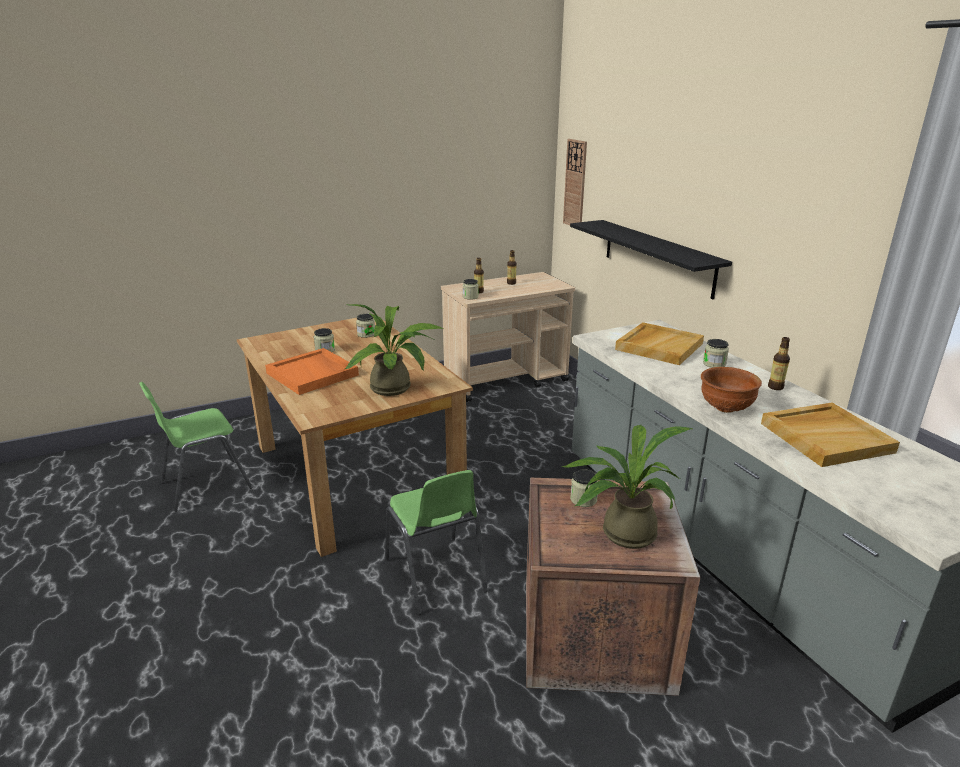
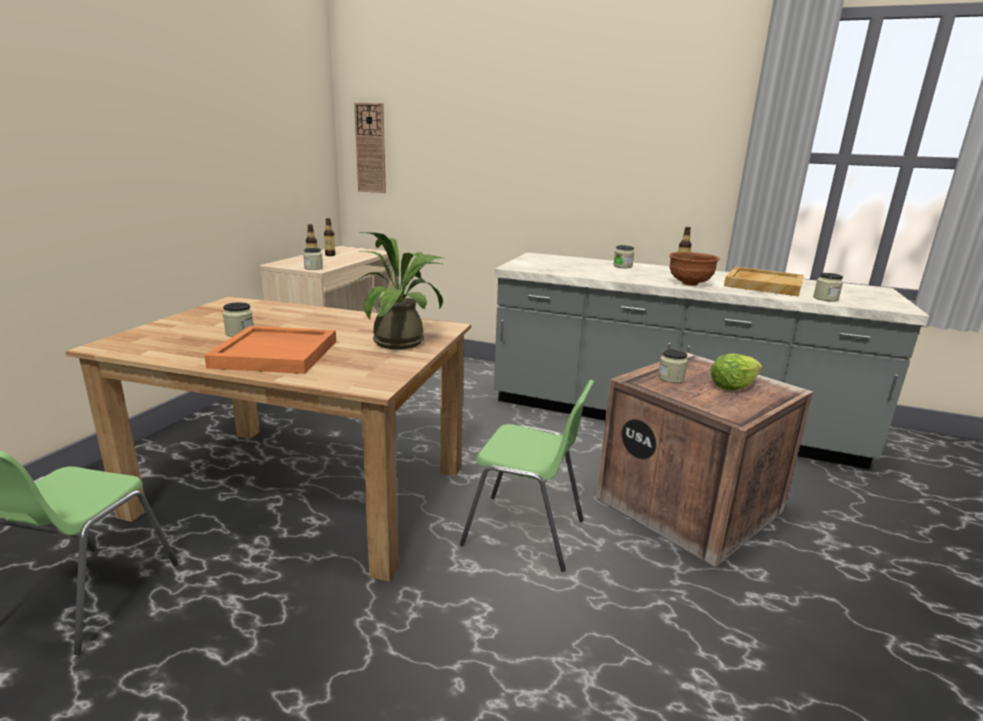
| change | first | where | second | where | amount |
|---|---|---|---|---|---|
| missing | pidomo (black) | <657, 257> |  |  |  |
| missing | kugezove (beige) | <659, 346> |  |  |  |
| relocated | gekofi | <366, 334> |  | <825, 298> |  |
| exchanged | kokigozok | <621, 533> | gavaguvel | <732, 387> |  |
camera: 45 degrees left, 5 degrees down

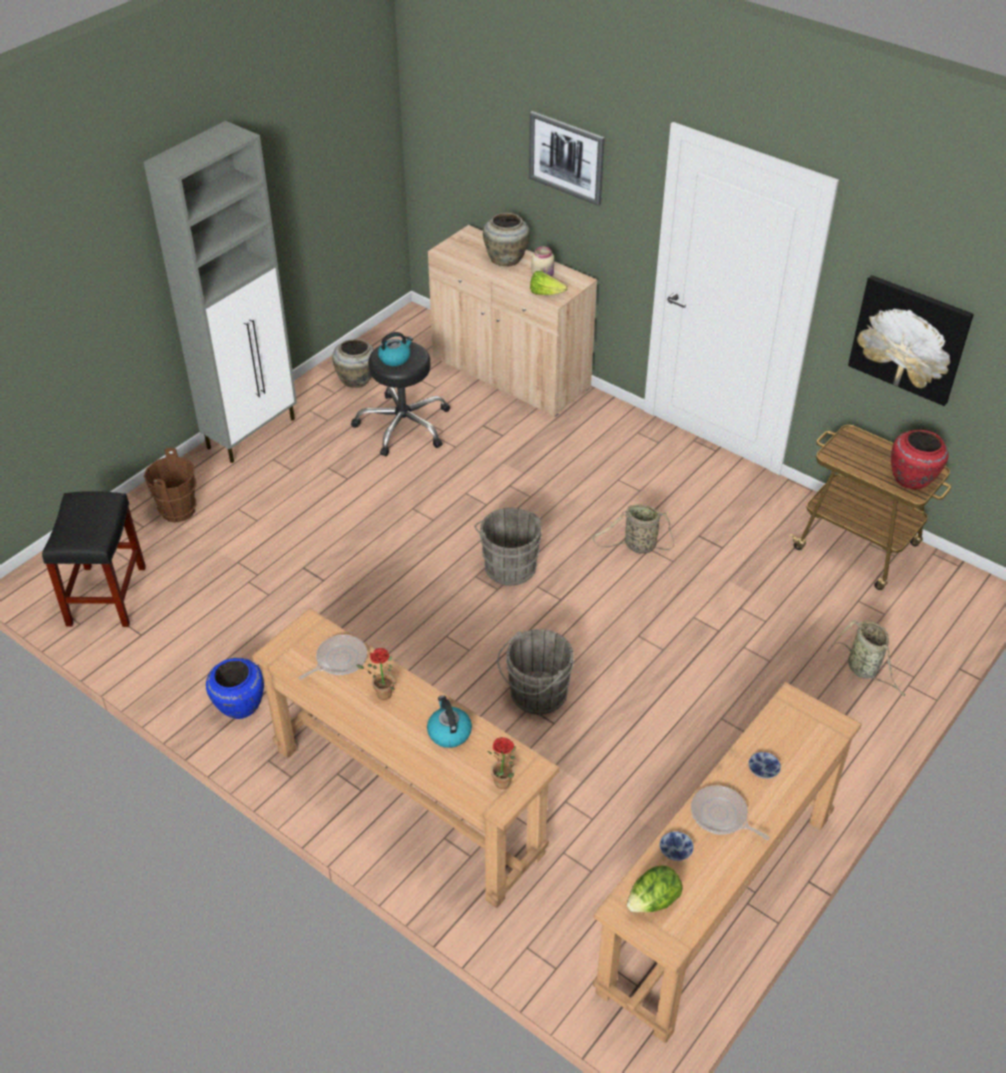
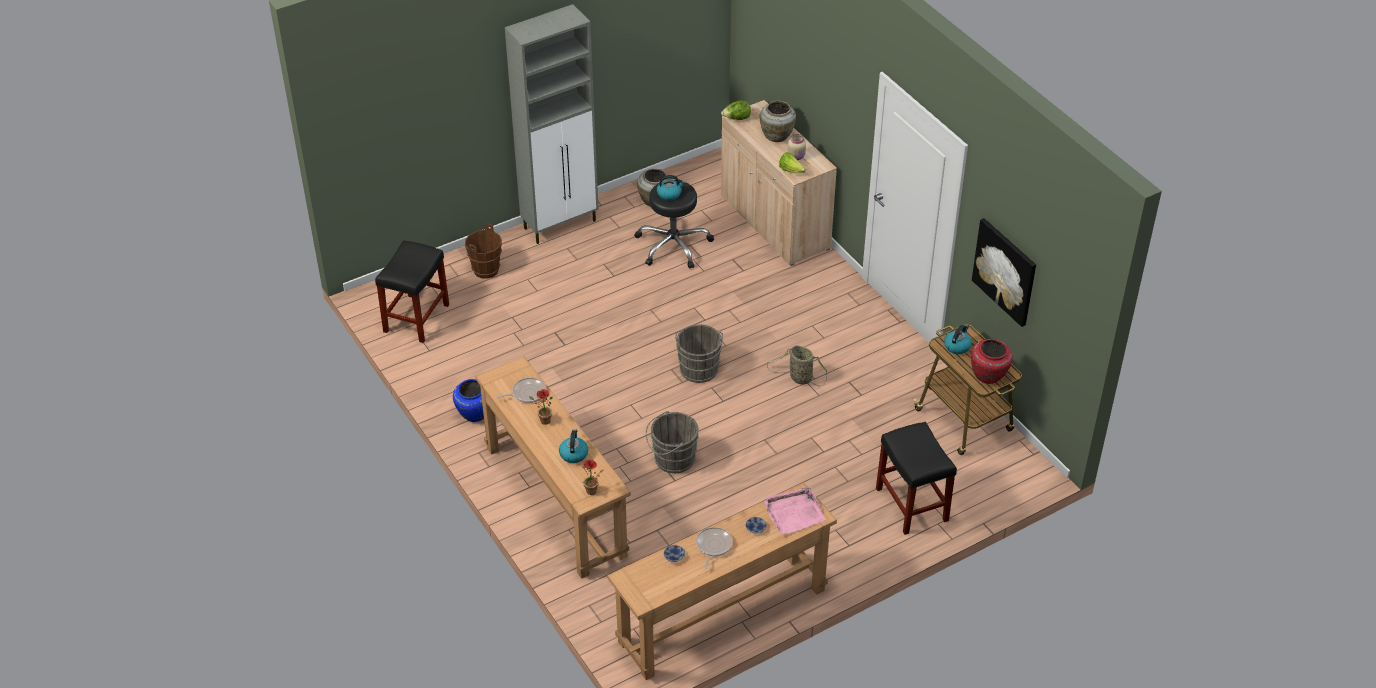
| change | first | where | second | where | amount |
|---|---|---|---|---|---|
| missing | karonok | <566, 157> |  |  |  |
| appeared |  |  | kugezove (pink) | <793, 513> |  |
| appeared |  |  | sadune | <957, 346> |  |
| relocated | gavaguvel | <653, 902> |  | <736, 119> |  |
| exchanged | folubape | <864, 670> | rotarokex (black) | <912, 505> |  |
| spun | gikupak | <721, 816> |  | <713, 546> | 45 degrees clockwise |
camera: 20 degrees right, 0 degrees up

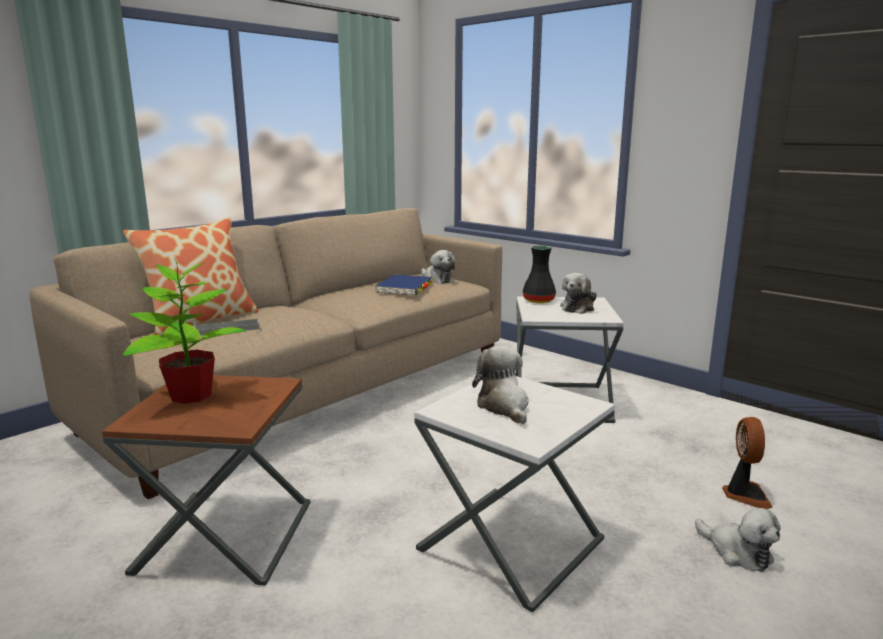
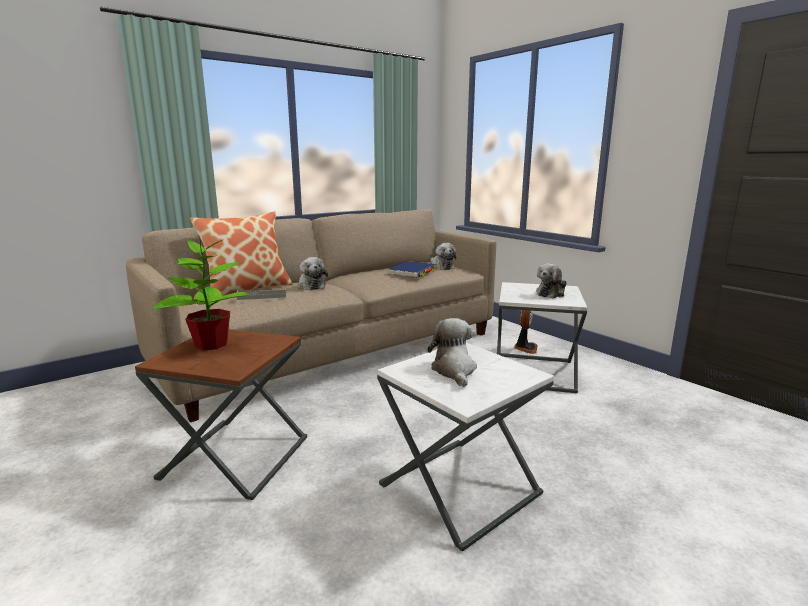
| change | first | where | second | where | amount |
|---|---|---|---|---|---|
| missing | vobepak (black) | <538, 301> |  |  |  |
| relocated | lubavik | <737, 552> |  | <311, 286> |  |
| relocated | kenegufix | <744, 495> |  | <525, 348> |  |
camera: 10 degrees right, 0 degrees up

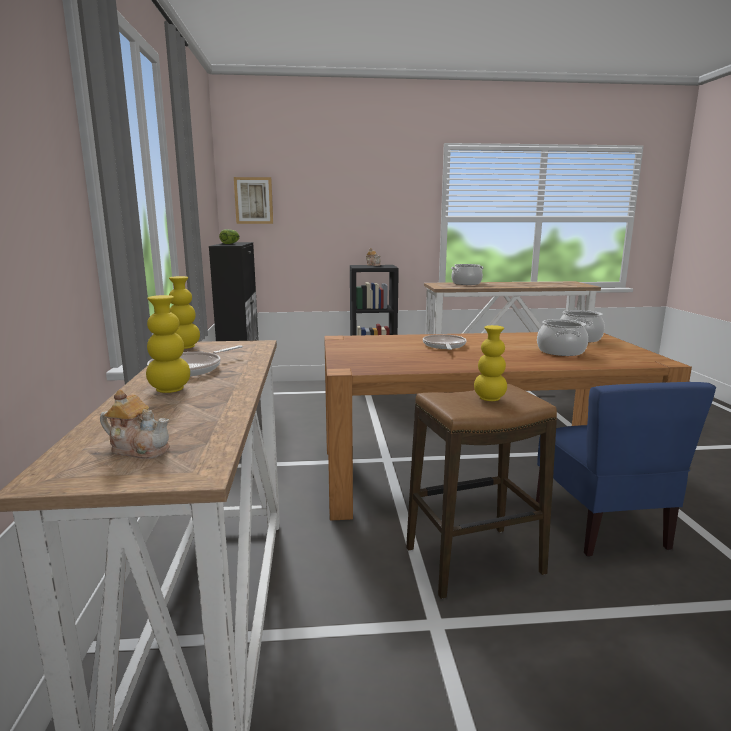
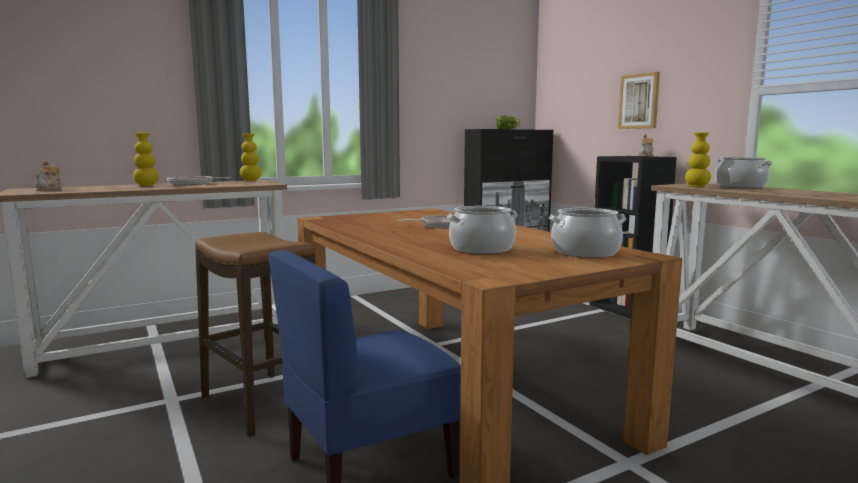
| change | first | where | second | where | amount |
|---|---|---|---|---|---|
| relocated | karonok | <254, 200> |  | <639, 101> |  |
| relocated | vobepak (yellow) | <489, 399> |  | <697, 187> |  |
camera: 65 degrees right, 5 degrees down

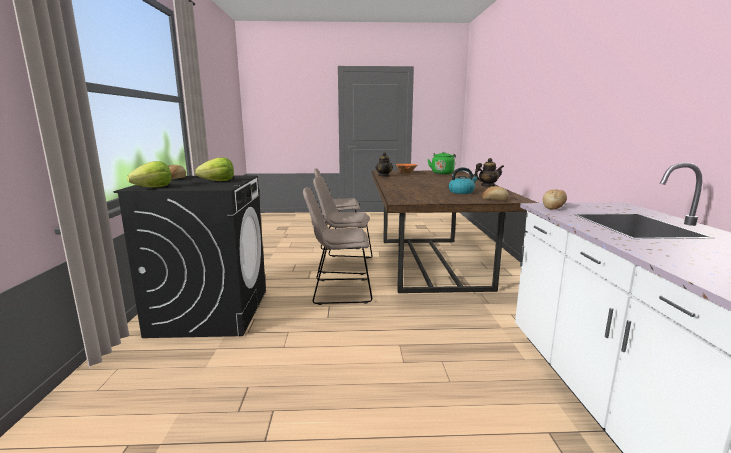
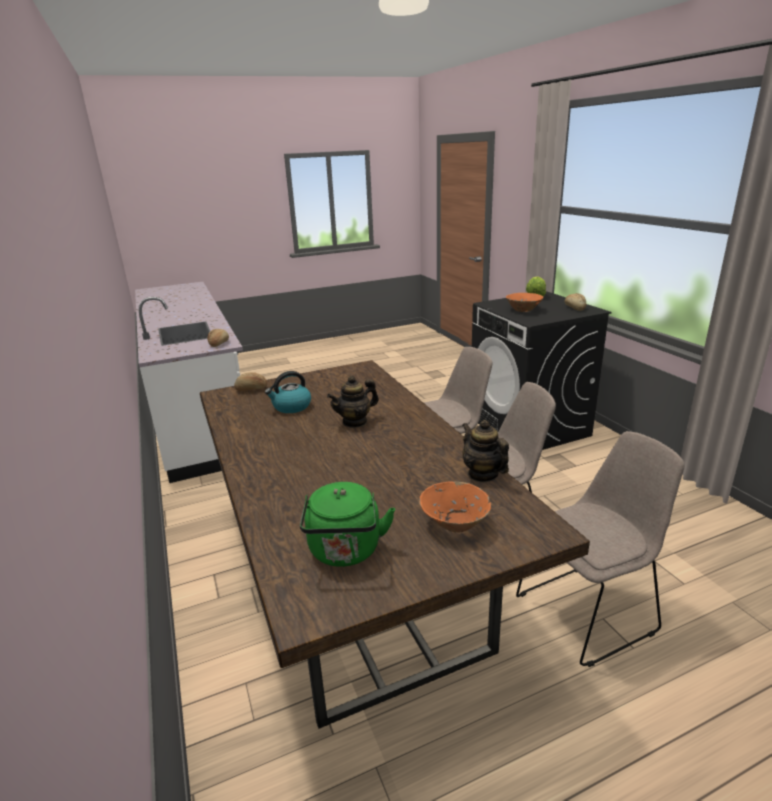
| change | first | where | second | where | amount |
|---|---|---|---|---|---|
| relocated | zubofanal | <487, 186> |  | <355, 422> |  |
| exchanged | gavaguvel | <218, 181> | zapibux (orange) | <523, 310> |  |
camera: 160 degrees right, 10 degrees up

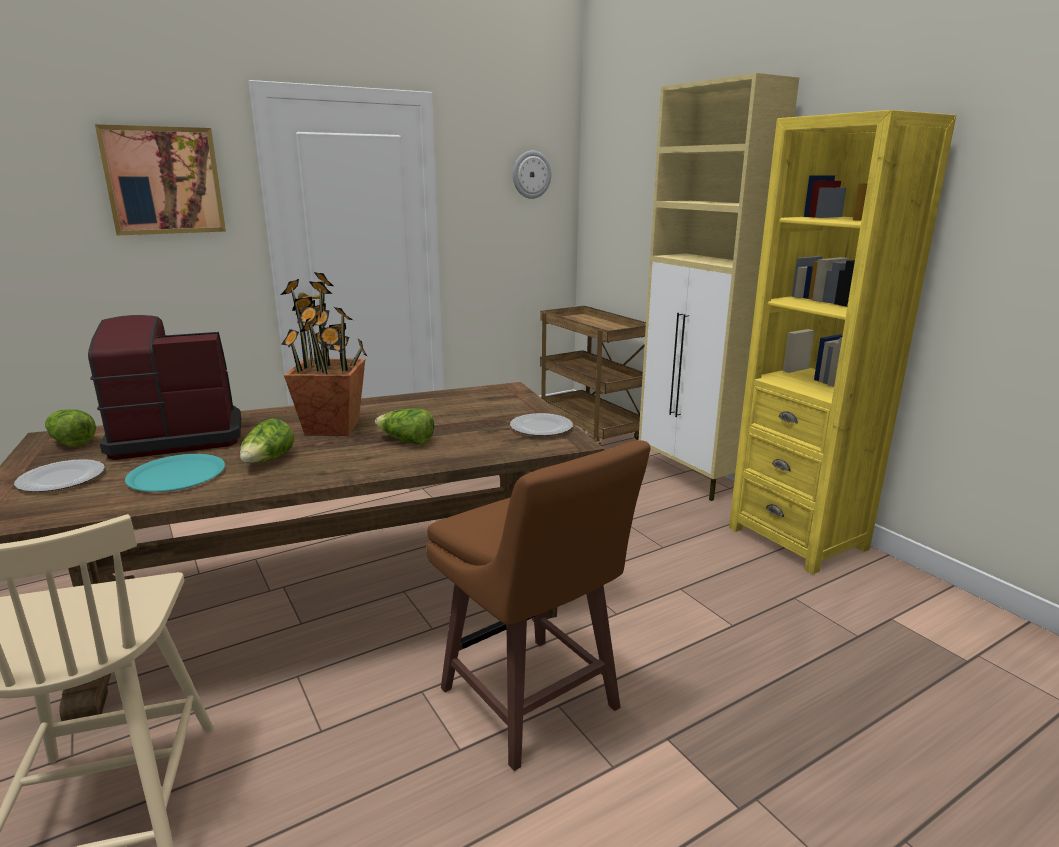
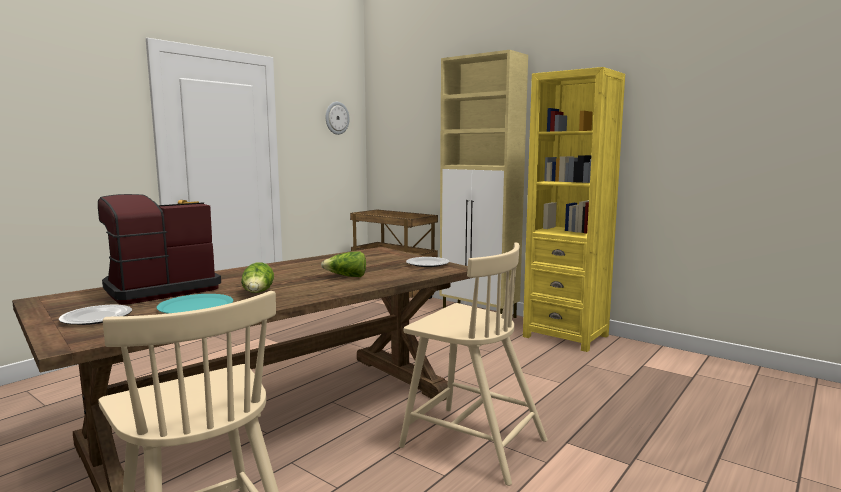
| change | first | where | second | where | amount |
|---|---|---|---|---|---|
| missing | gavaguvel | <71, 442> |  |  |  |
| missing | karonok | <163, 181> |  |  |  |
| missing | kokigozok | <332, 428> |  |  |  |
| exchanged | rotarokex (brown) | <531, 702> | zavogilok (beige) | <471, 442> |  |
camera: 20 degrees left, 10 degrees down

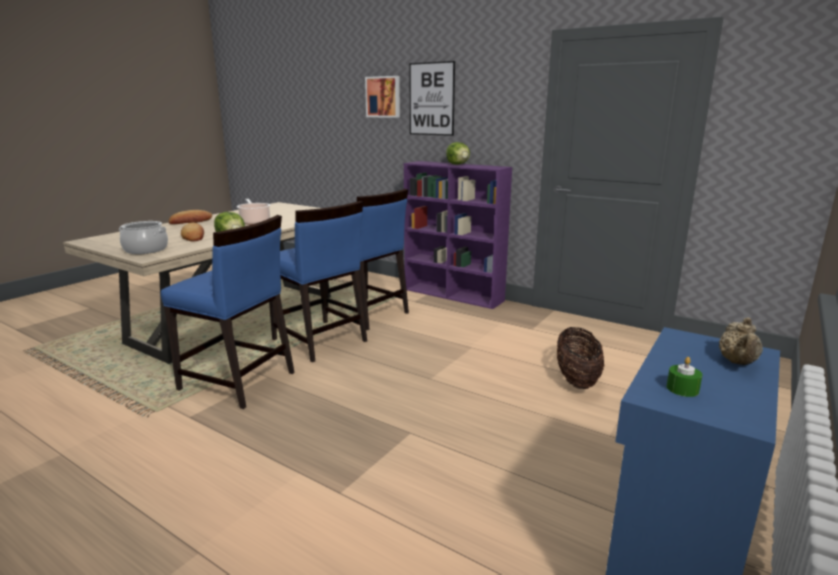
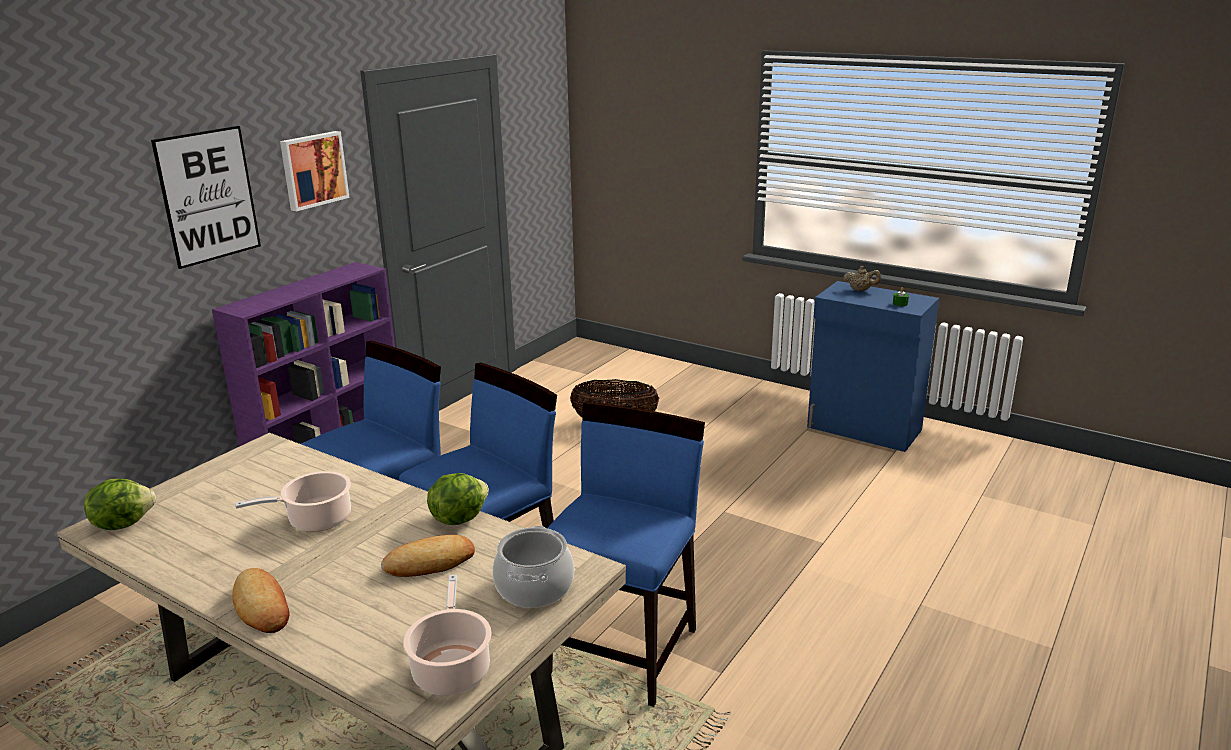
| change | first | where | second | where | amount |
|---|---|---|---|---|---|
| appeared |  |  | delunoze | <452, 668> |  |
| relocated | karonok | <383, 97> |  | <313, 170> |  |
| relocated | gavaguvel | <458, 164> |  | <123, 523> |  |
camera: 90 degrees left, 5 degrees up

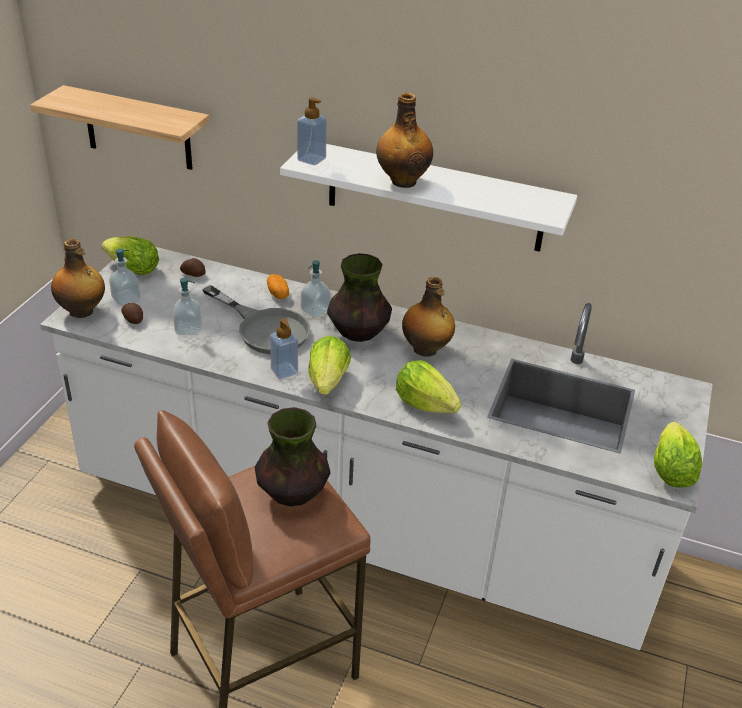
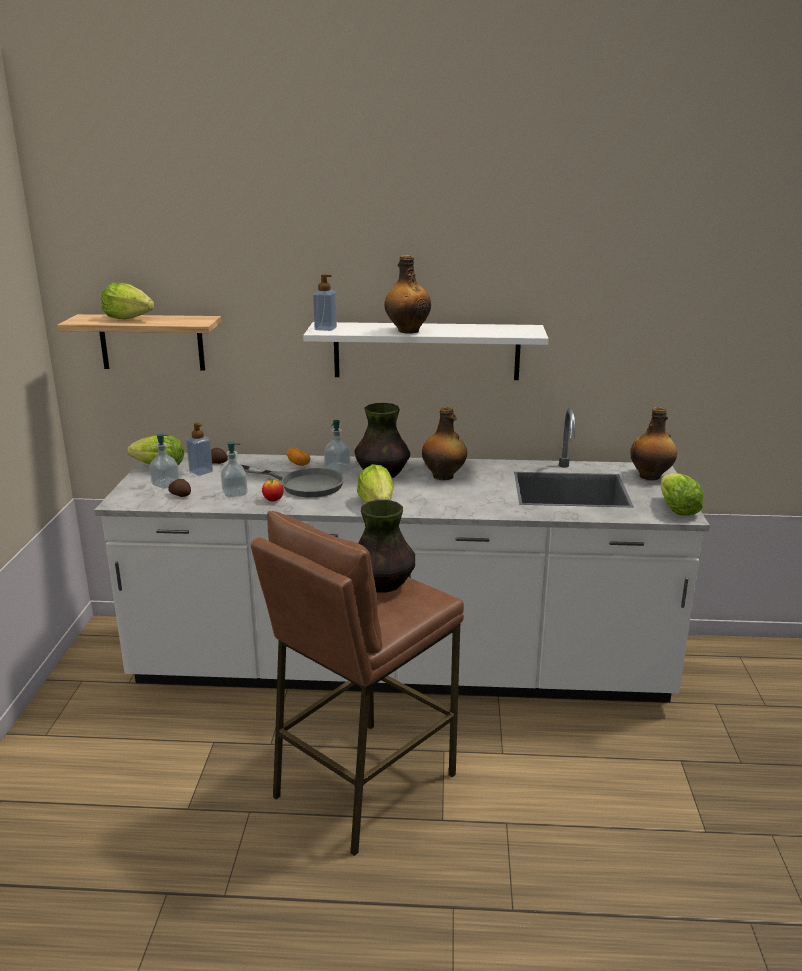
| change | first | where | second | where | amount |
|---|---|---|---|---|---|
| appeared |  |  | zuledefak | <273, 500> |  |
| relocated | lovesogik | <82, 311> |  | <651, 476> |  |
| relocated | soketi | <284, 371> |  | <201, 472> |  |
| relocated | gavaguvel | <425, 404> |  | <128, 319> |  |
camera: 15 degrees left, 15 degrees down

